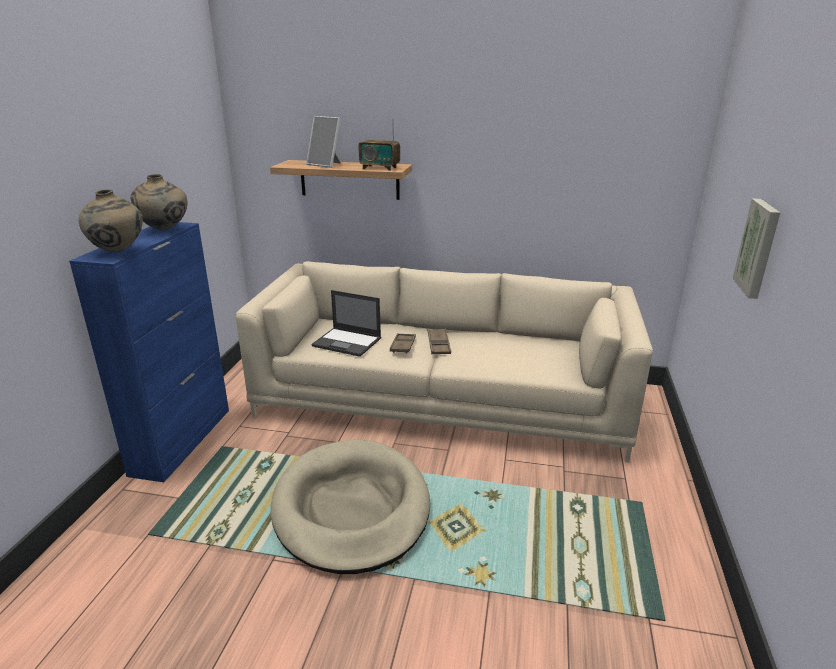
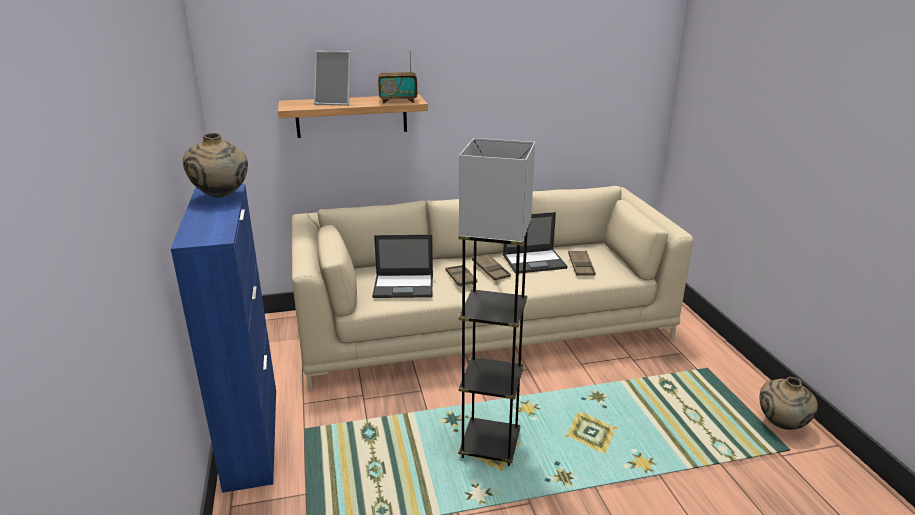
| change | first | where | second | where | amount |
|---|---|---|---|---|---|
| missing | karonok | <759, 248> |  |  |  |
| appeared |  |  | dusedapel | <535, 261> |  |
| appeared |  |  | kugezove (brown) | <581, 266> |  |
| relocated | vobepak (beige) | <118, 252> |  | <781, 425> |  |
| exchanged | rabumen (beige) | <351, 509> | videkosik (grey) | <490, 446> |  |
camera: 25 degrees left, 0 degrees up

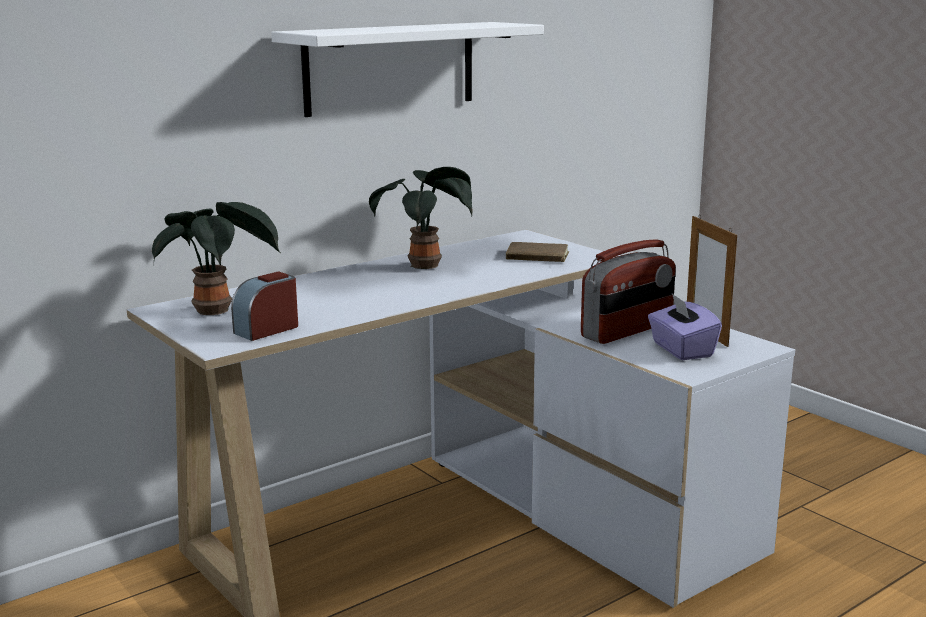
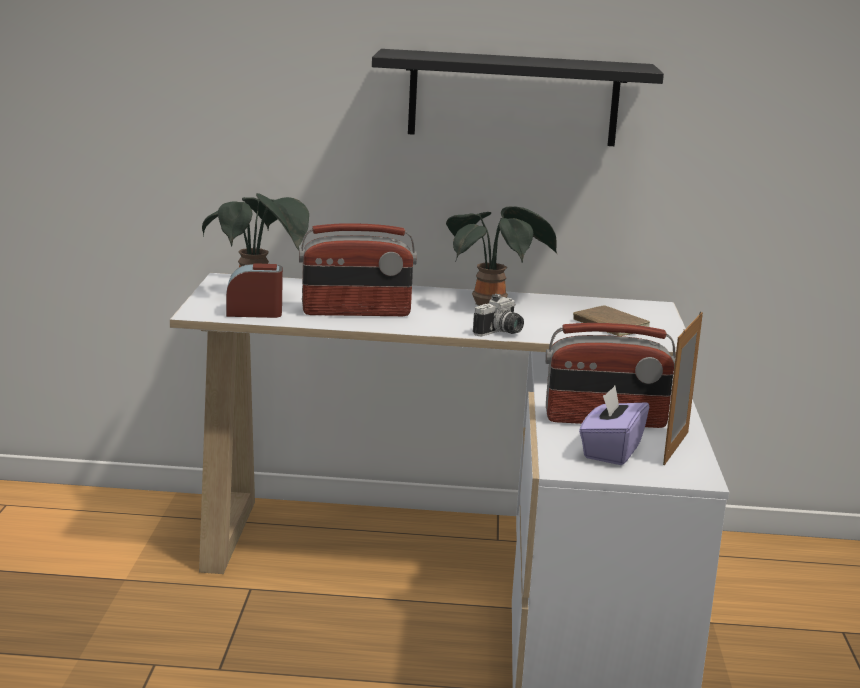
| change | first | where | second | where | amount |
|---|---|---|---|---|---|
| appeared |  |  | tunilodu | <356, 312> |  |
| appeared |  |  | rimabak | <501, 333> |  |
| colour | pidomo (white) | <390, 67> | pidomo (black) | <513, 98> |  |
camera: 40 degrees right, 0 degrees up

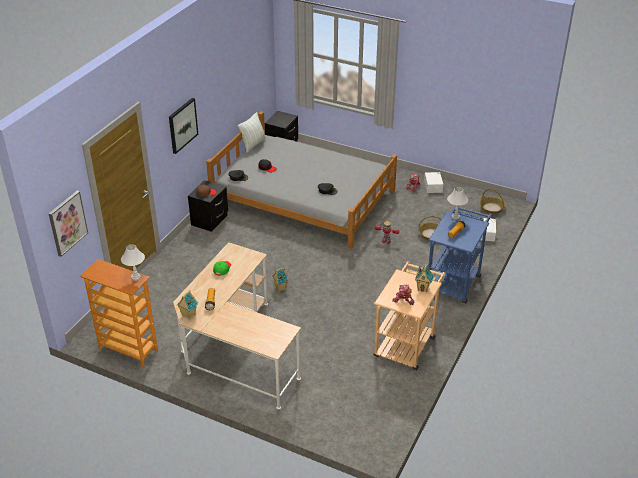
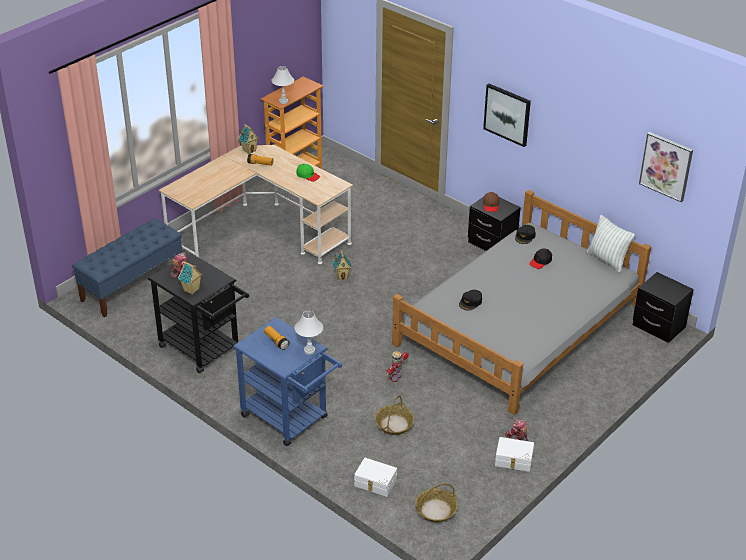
| change | first | where | second | where | amount |
|---|---|---|---|---|---|
| appeared |  |  | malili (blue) | <132, 285> |  |
| relocated | karonok | <67, 223> |  | <666, 166> |  |
| colour | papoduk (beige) | <406, 343> | papoduk (black) | <204, 350> |  |
camera: 105 degrees right, 0 degrees up

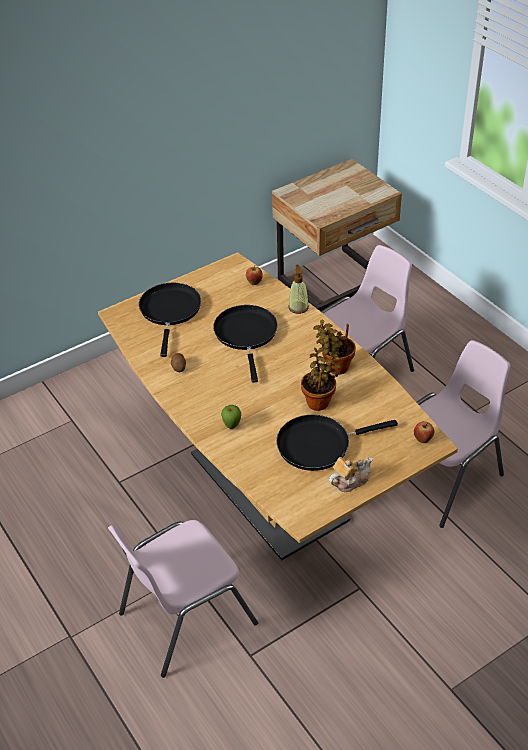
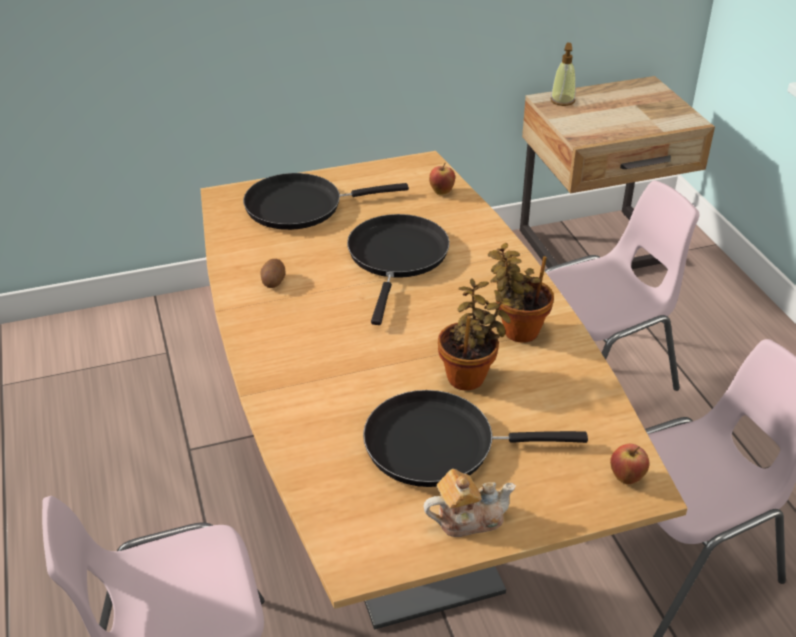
| change | first | where | second | where | amount |
|---|---|---|---|---|---|
| missing | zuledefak | <232, 426> |  |  |  |
| relocated | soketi | <298, 307> |  | <562, 100> |  |
| spun | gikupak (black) | <170, 311> |  | <301, 206> | 120 degrees counterclockwise |
camera: 15 degrees right, 5 degrees down

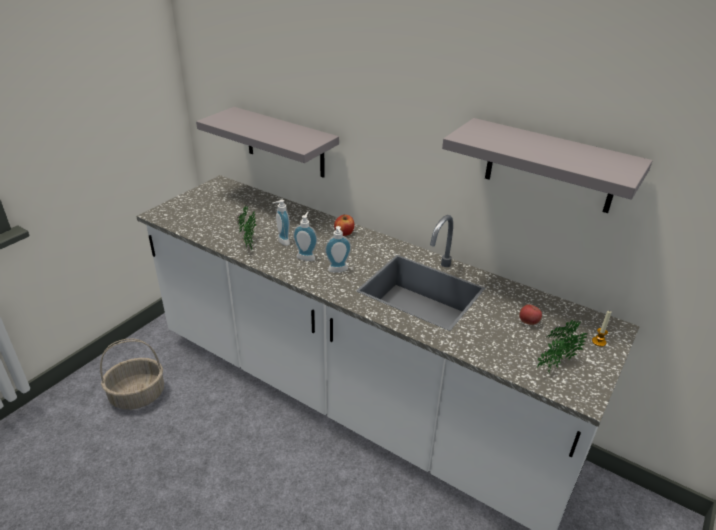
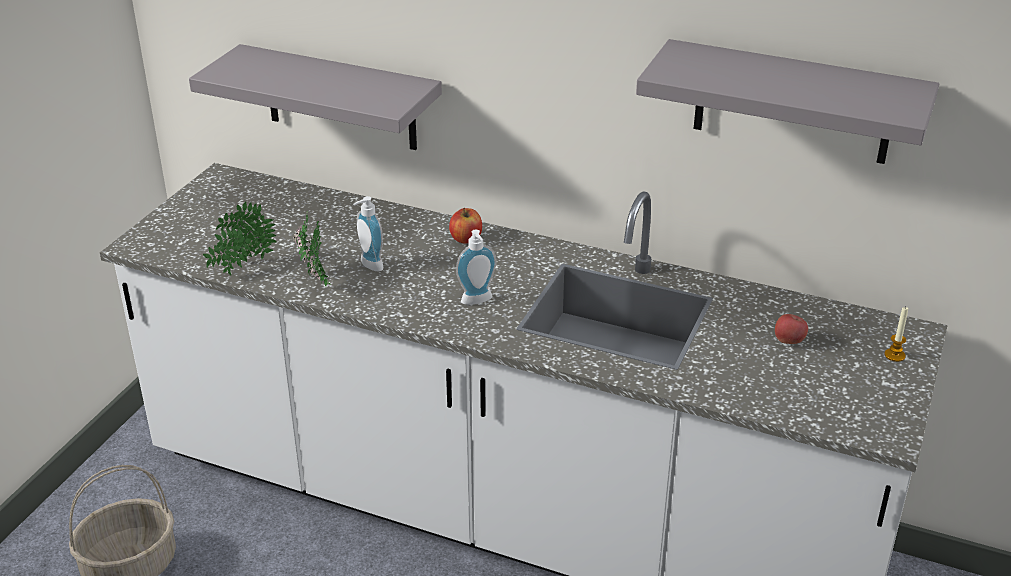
| change | first | where | second | where | amount |
|---|---|---|---|---|---|
| missing | soketi | <306, 256> |  |  |  |
| relocated | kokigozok | <553, 365> |  | <241, 267> |  |
camera: 10 degrees left, 0 degrees up

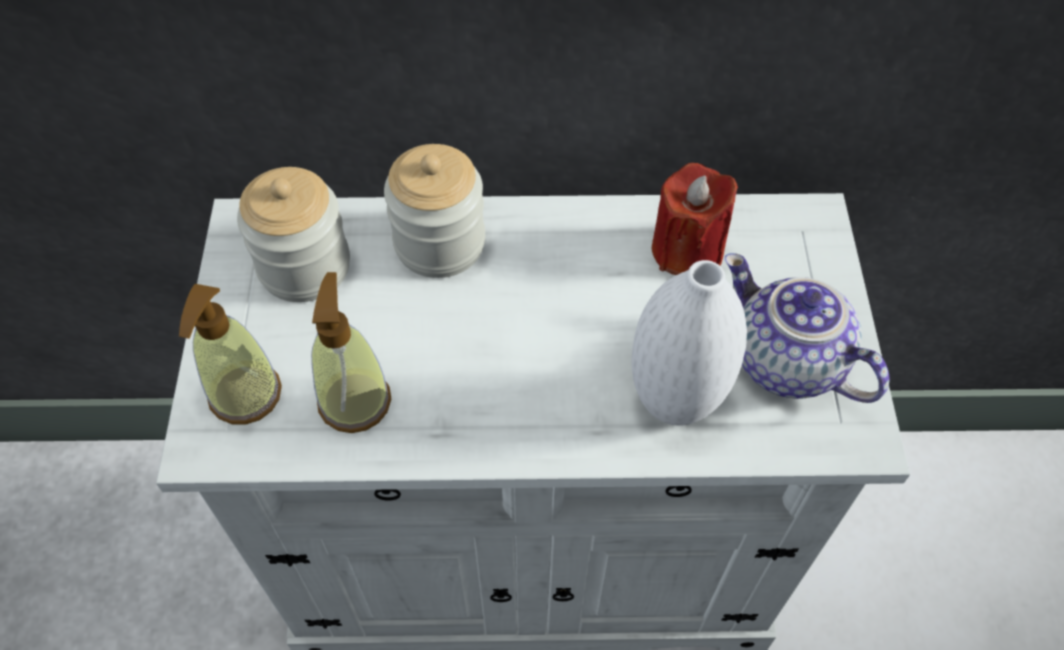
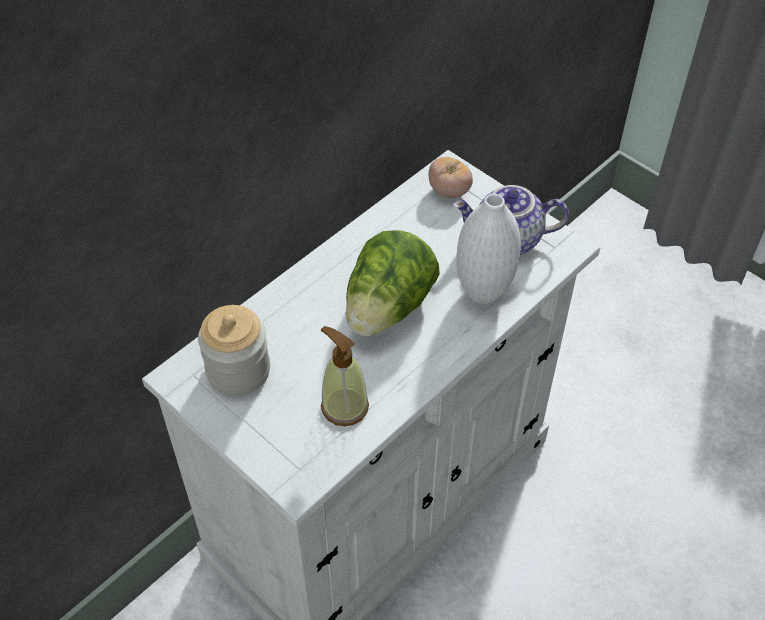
| change | first | where | second | where | amount |
|---|---|---|---|---|---|
| missing | soketi | <245, 394> |  |  |  |
| missing | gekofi | <439, 243> |  |  |  |
| missing | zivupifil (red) | <687, 250> |  |  |  |
| appeared |  |  | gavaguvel | <388, 308> |  |
| appeared |  |  | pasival | <449, 191> |  |
camera: 45 degrees left, 5 degrees down

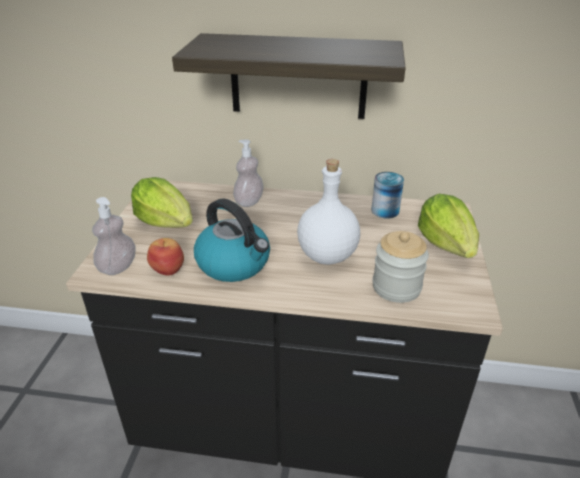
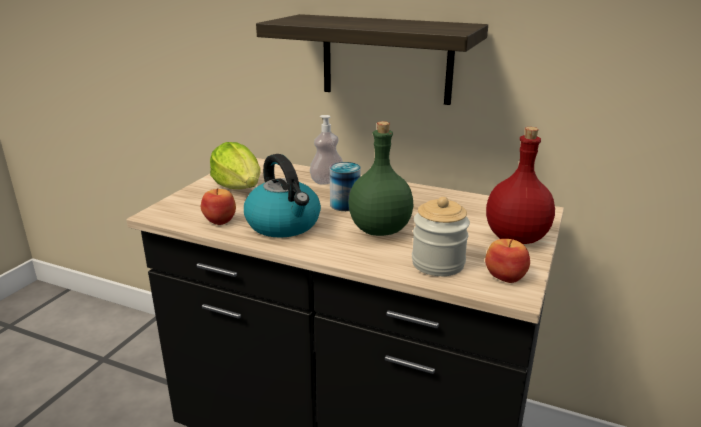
| change | first | where | second | where | amount |
|---|---|---|---|---|---|
| missing | soketi | <118, 267> |  |  |  |
| appeared |  |  | zuledefak | <505, 275> |  |
| relocated | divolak | <385, 211> |  | <345, 205> |  |
| exchanged | gavaguvel | <447, 244> | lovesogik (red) | <516, 237> |  |
| colour | lovesogik (white) | <328, 255> | lovesogik (green) | <381, 230> |  |
camera: 15 degrees right, 10 degrees down

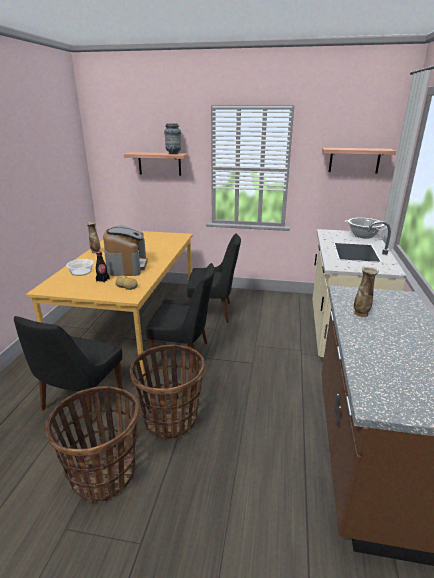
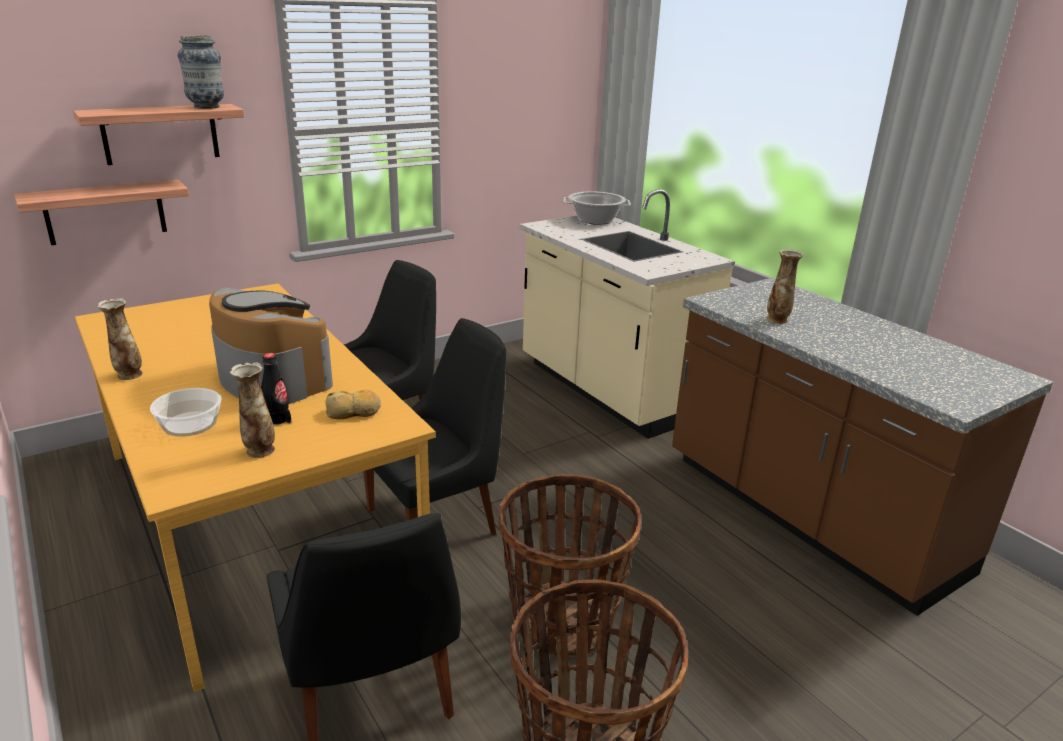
| change | first | where | second | where | amount |
|---|---|---|---|---|---|
| appeared |  |  | vobepak | <259, 451> |  |
| relocated | pidomo | <354, 160> |  | <105, 212> |  |
camera: 45 degrees left, 0 degrees up

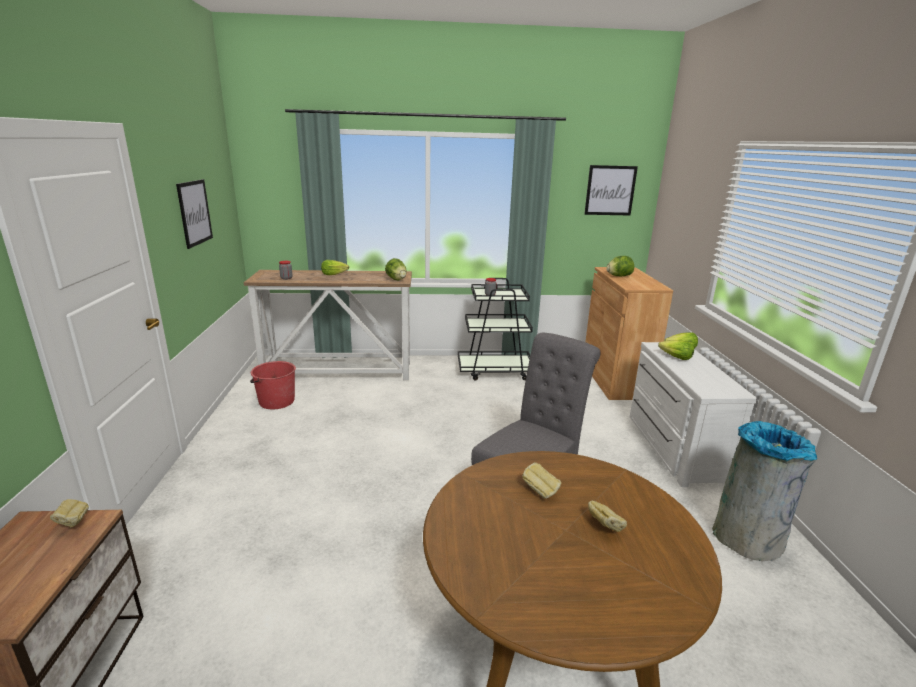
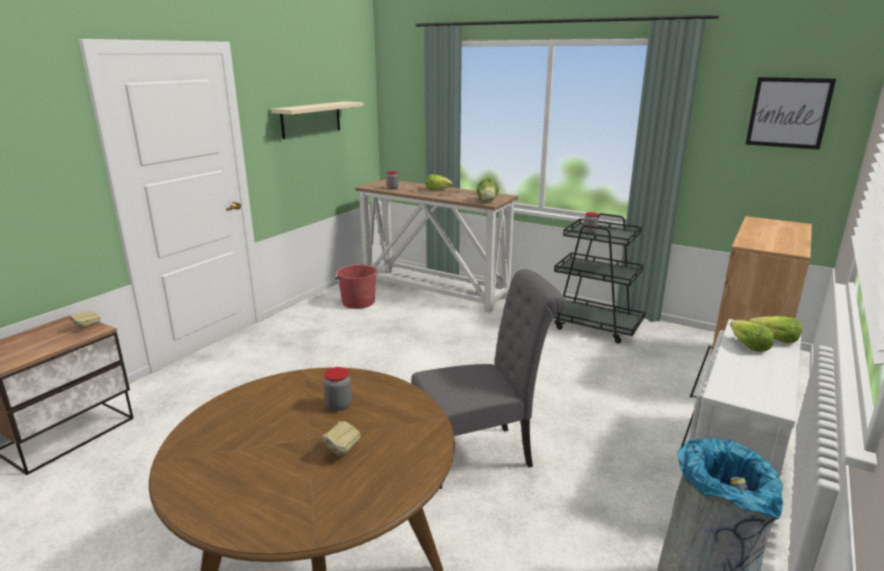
| change | first | where | second | where | amount |
|---|---|---|---|---|---|
| missing | gavaguvel | <618, 276> |  |  |  |
| exchanged | karonok | <194, 212> | pidomo (beige) | <311, 119> |  |
| exchanged | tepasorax | <540, 491> | gekofi | <338, 405> |  |
camera: 35 degrees right, 0 degrees up

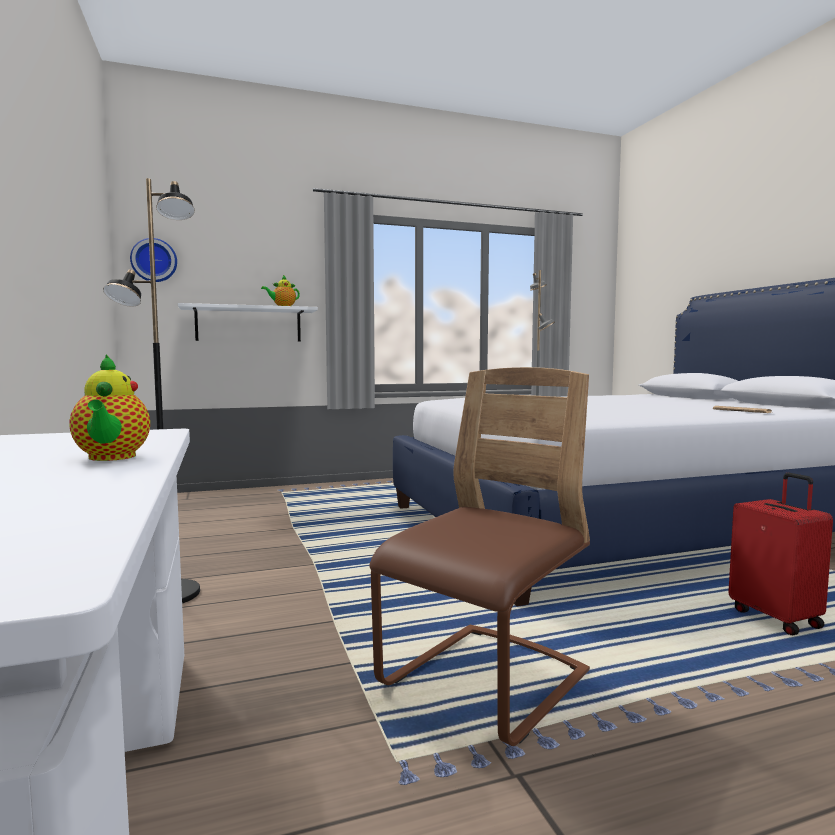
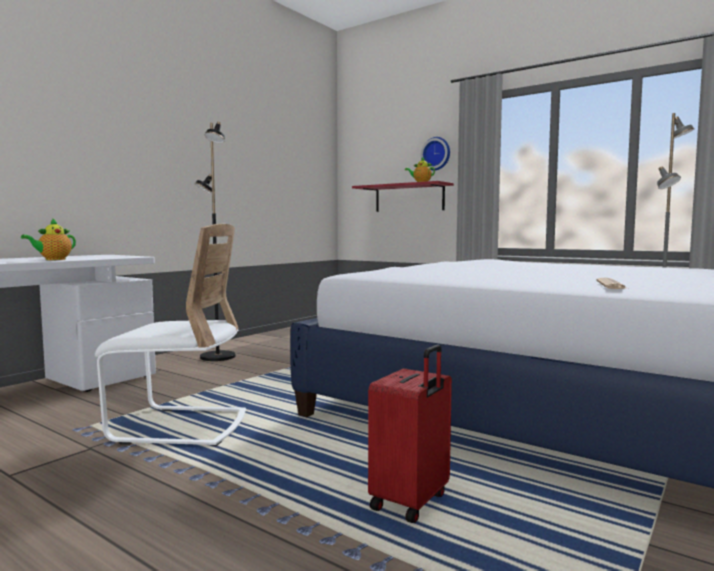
| change | first | where | second | where | amount |
|---|---|---|---|---|---|
| relocated | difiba | <154, 260> |  | <436, 154> |  |
| colour | pidomo (white) | <249, 324> | pidomo (red) | <409, 198> |  |
| colour | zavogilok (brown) | <485, 682> | zavogilok (white) | <180, 426> |  |
camera: 55 degrees right, 0 degrees up

